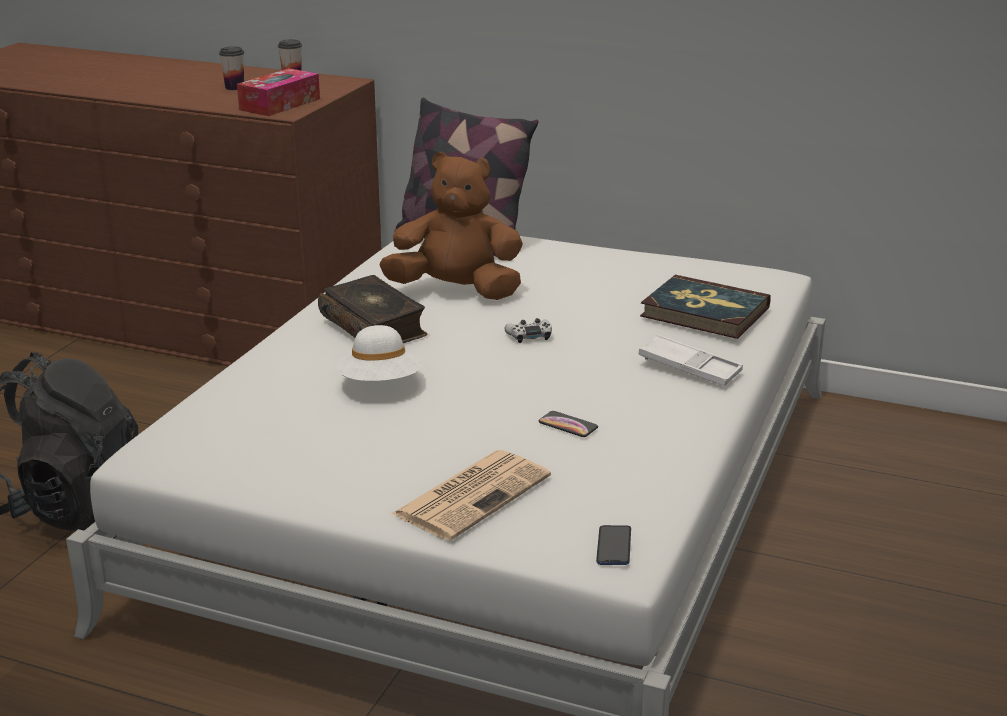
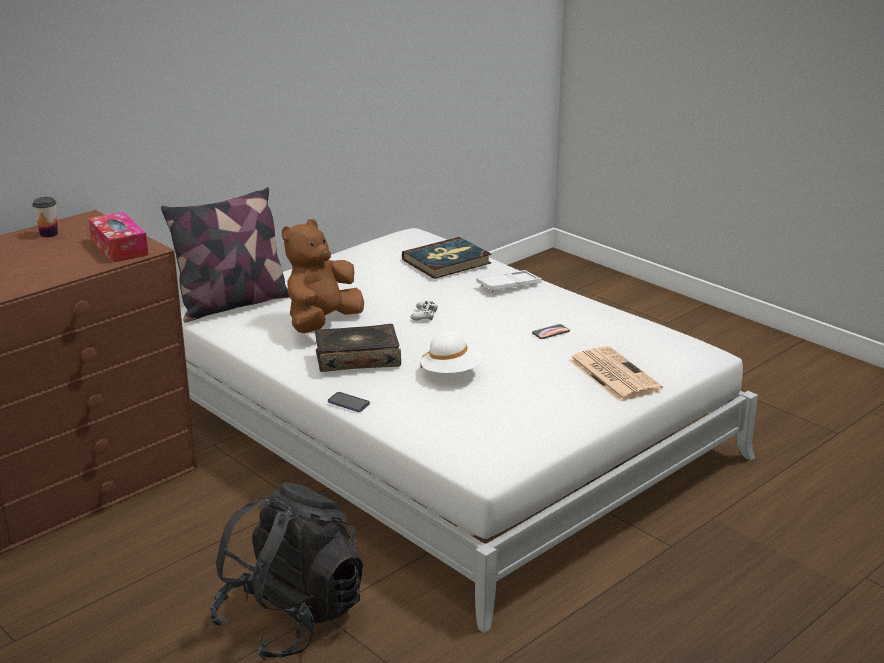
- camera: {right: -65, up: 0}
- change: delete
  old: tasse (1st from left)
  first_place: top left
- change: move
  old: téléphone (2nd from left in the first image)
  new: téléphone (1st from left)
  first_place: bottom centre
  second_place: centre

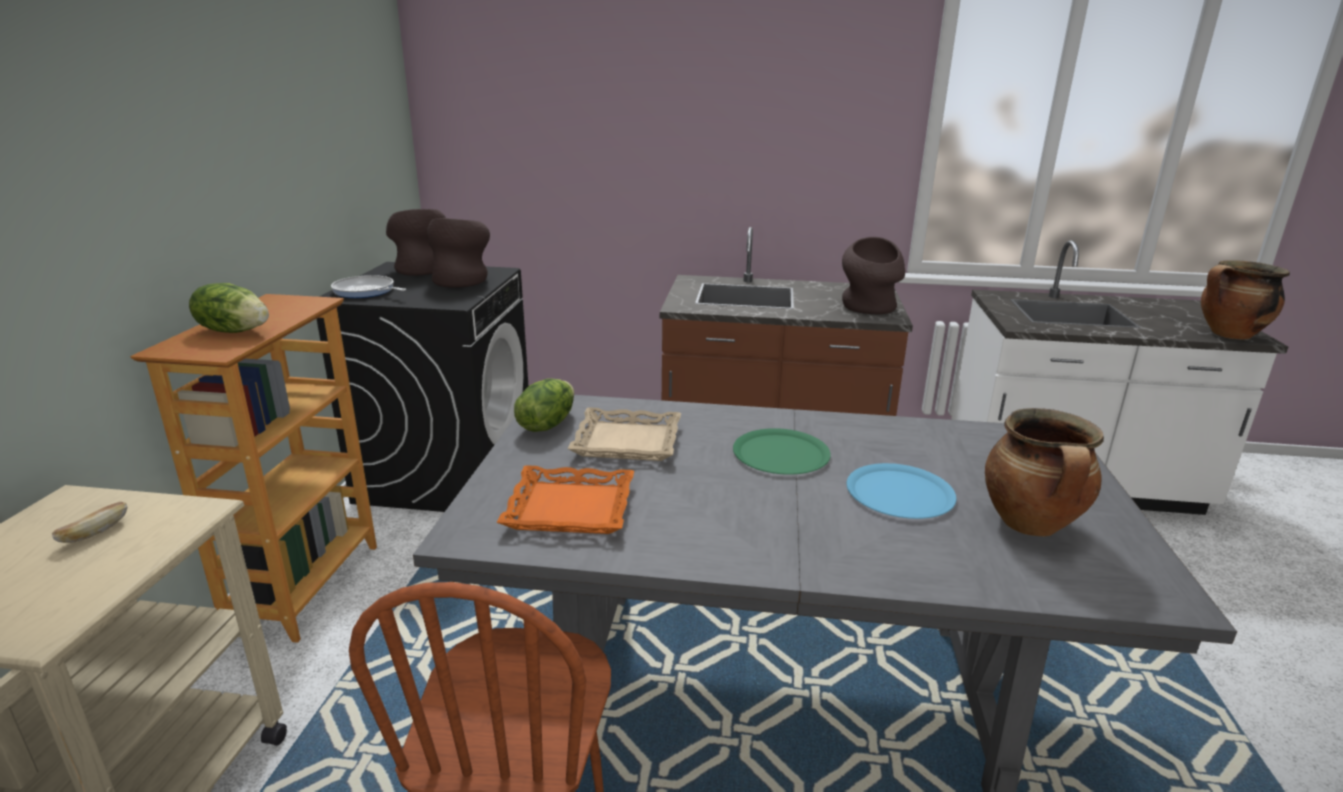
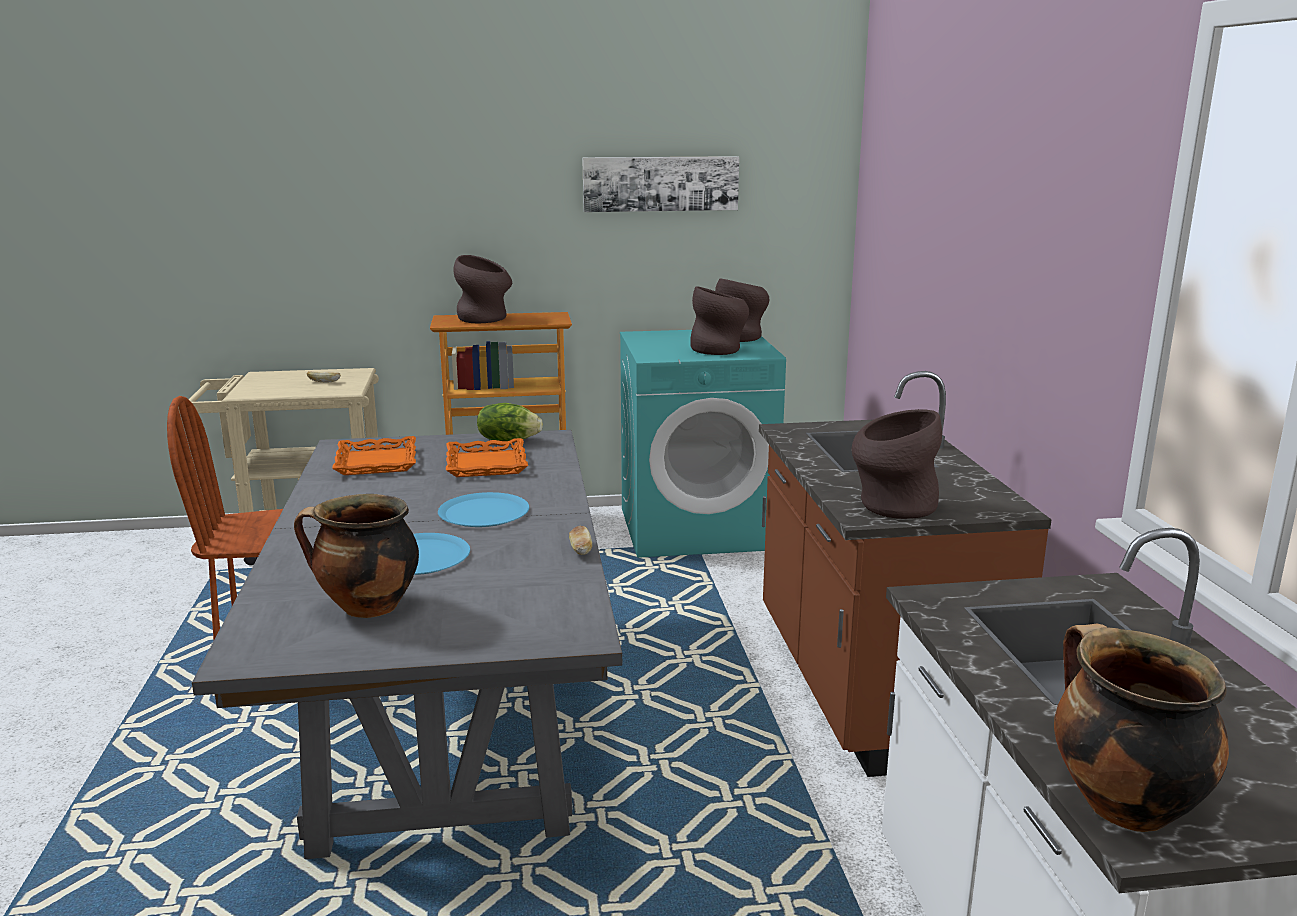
- camera: {right: 75, up: -5}
- change: recolor
  old: lave-linge (noir)
  new: lave-linge (turquoise)
  first_place: middle left
  second_place: centre
- change: delete
  old: poêle
  first_place: middle left
- change: replace
  old: laitue (1st from left)
  new: vase (marron) (1st from left)
  first_place: middle left
  second_place: top centre
- change: recolor
  old: plateau (beige)
  new: plateau (orange) (2nd from left)
  first_place: centre
  second_place: centre
- change: recolor
  old: assiette (vert)
  new: assiette (bleu) (2nd from left)
  first_place: centre
  second_place: centre
- change: insert
  new: tableau
  second_place: top centre
- change: insert
  new: pain (2nd from left)
  second_place: centre

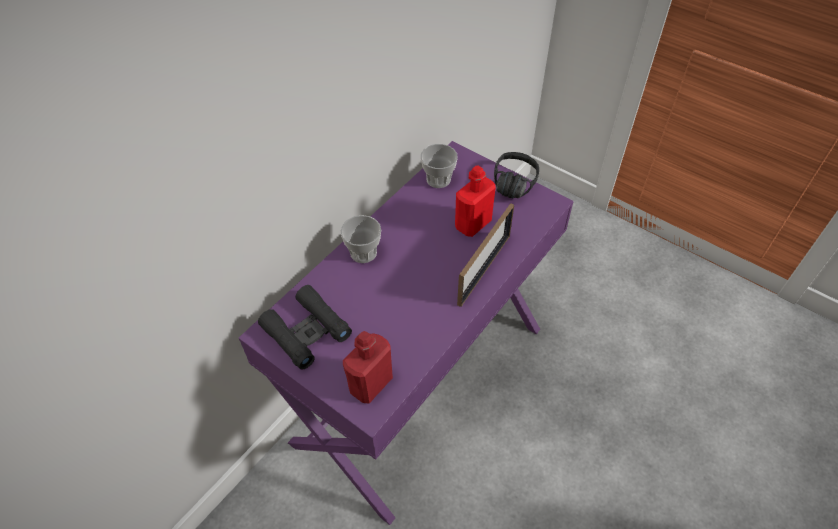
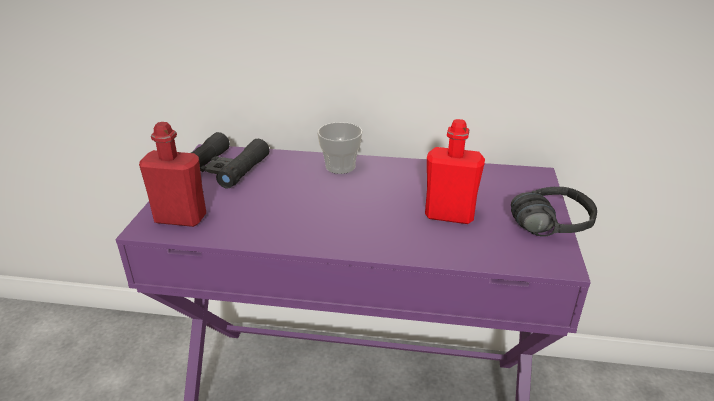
- camera: {right: 60, up: -20}
- change: delete
  old: tasse (2nd from left)
  first_place: top centre
- change: delete
  old: cadre photo
  first_place: centre

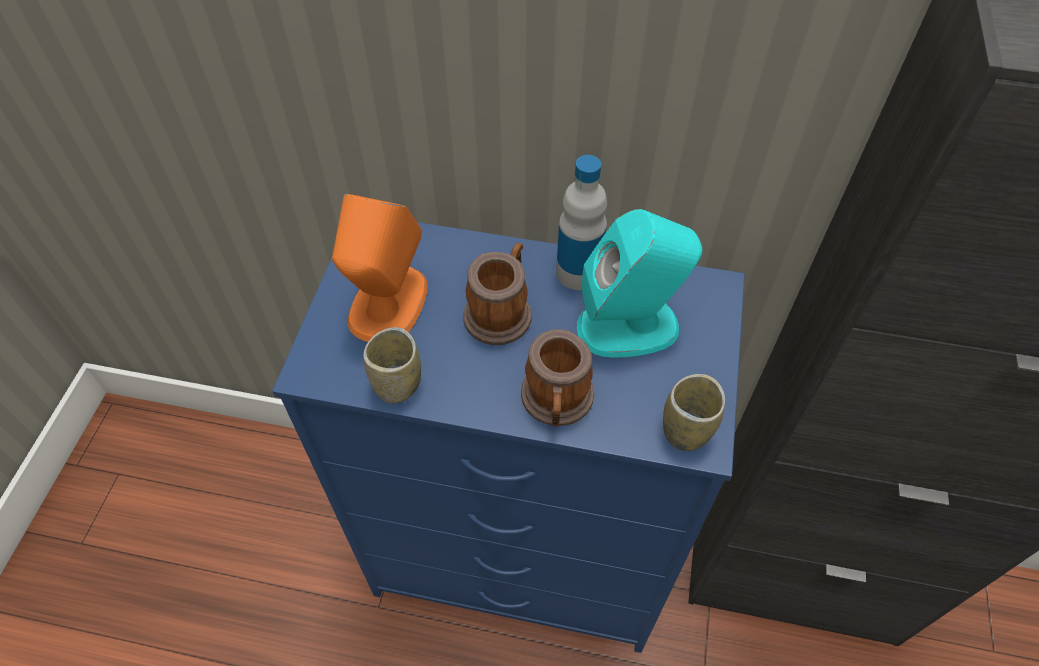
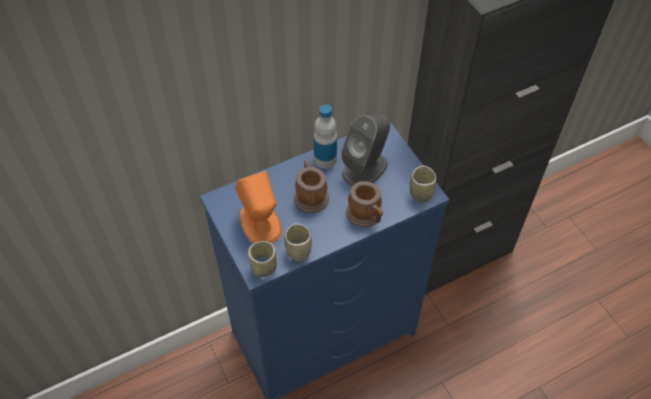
- camera: {right: -40, up: 0}
- change: recolor
  old: enceinte (turquoise)
  new: enceinte (gris)
  first_place: centre
  second_place: centre
- change: insert
  new: tasse (1st from left)
  second_place: centre

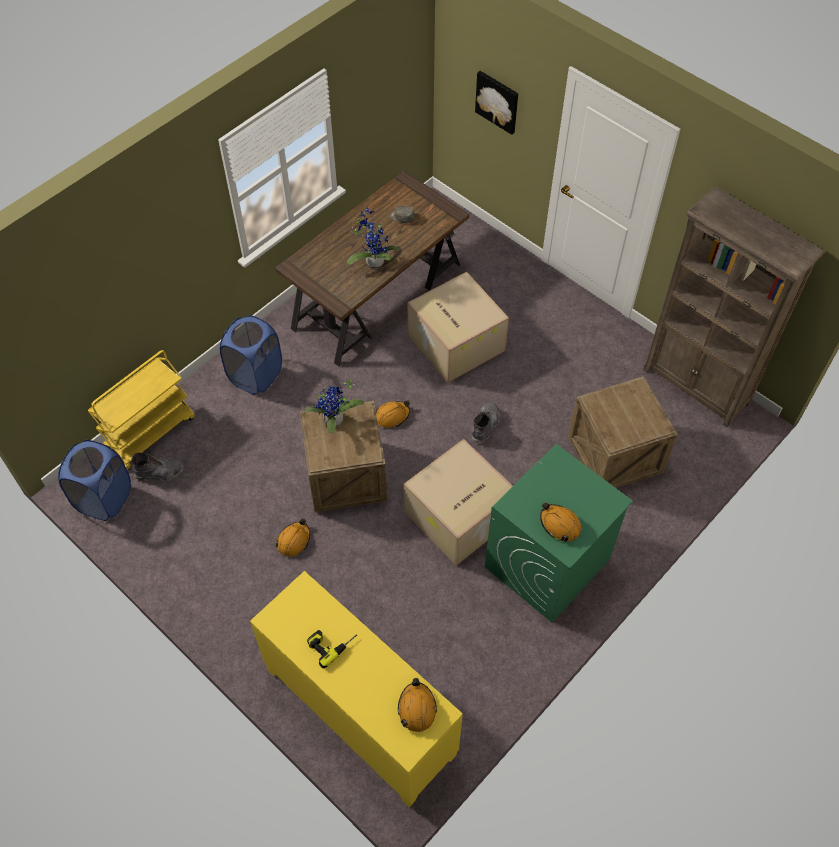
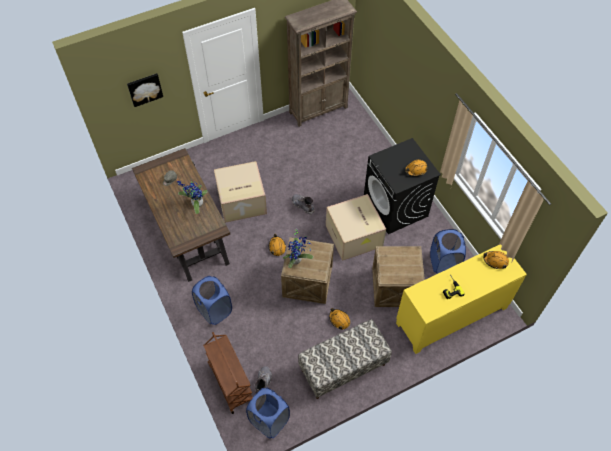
- camera: {right: -70, up: 0}
- change: recolor
  old: chariot (jaune)
  new: chariot (marron)
  first_place: middle left
  second_place: bottom centre
- change: move
  old: caisse (2nd from left)
  first_place: middle right
  second_place: centre
- change: recolor
  old: lave-linge (vert)
  new: lave-linge (noir)
  first_place: centre
  second_place: centre
- change: insert
  new: panier à linge (bleu) (3rd from left)
  second_place: middle right
- change: insert
  new: banc
  second_place: bottom centre

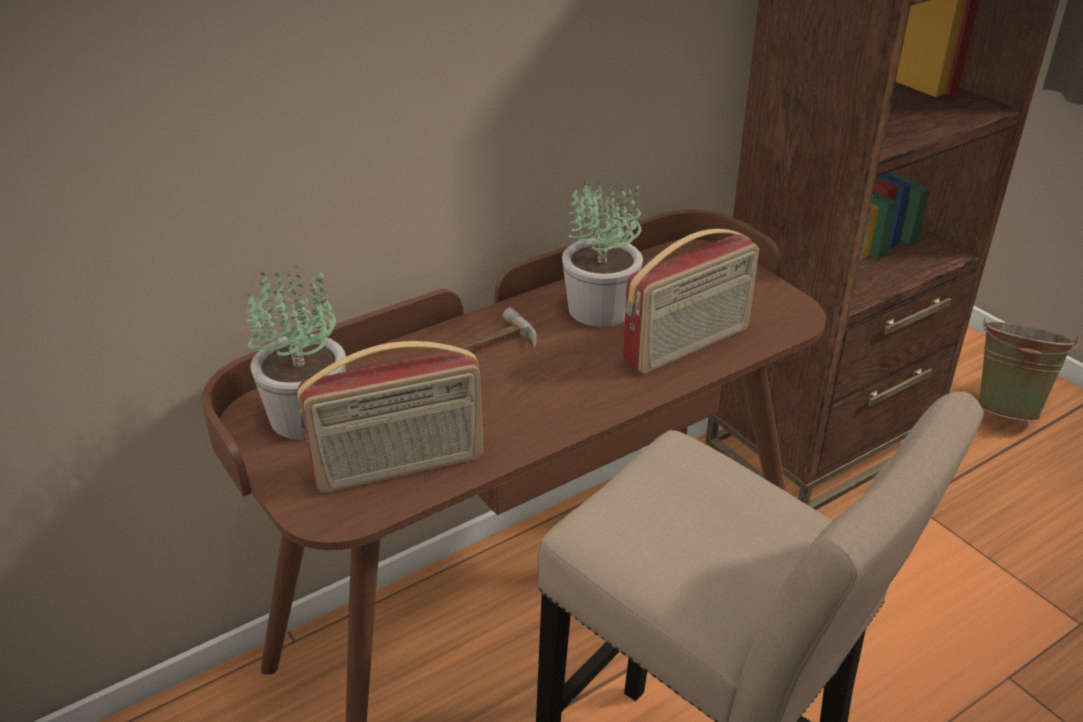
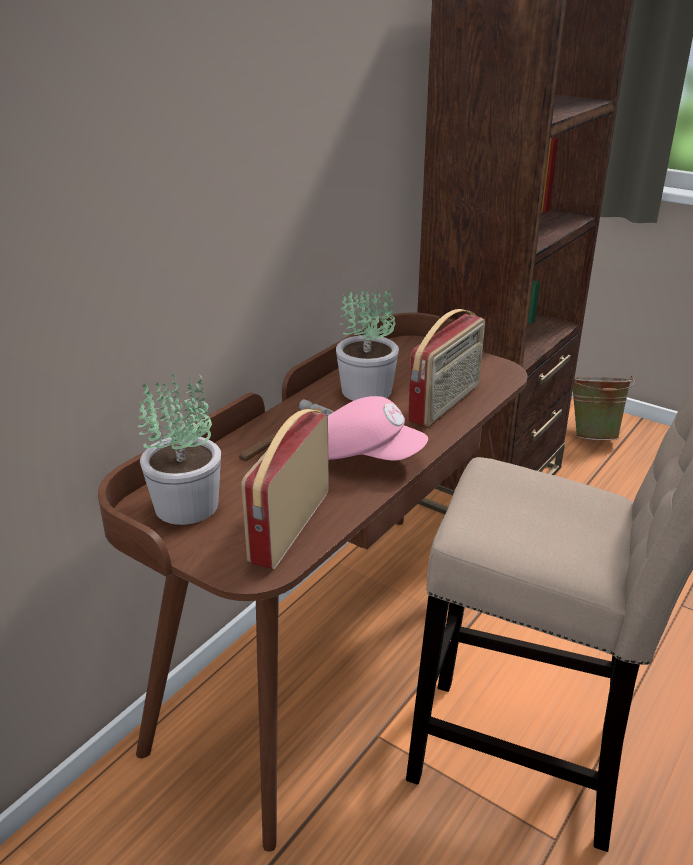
- camera: {right: -20, up: -5}
- change: rotate
  old: radio (1st from left)
  first_place: centre
  second_place: centre
  degrees: 150
- change: insert
  new: casquette (rose)
  second_place: centre

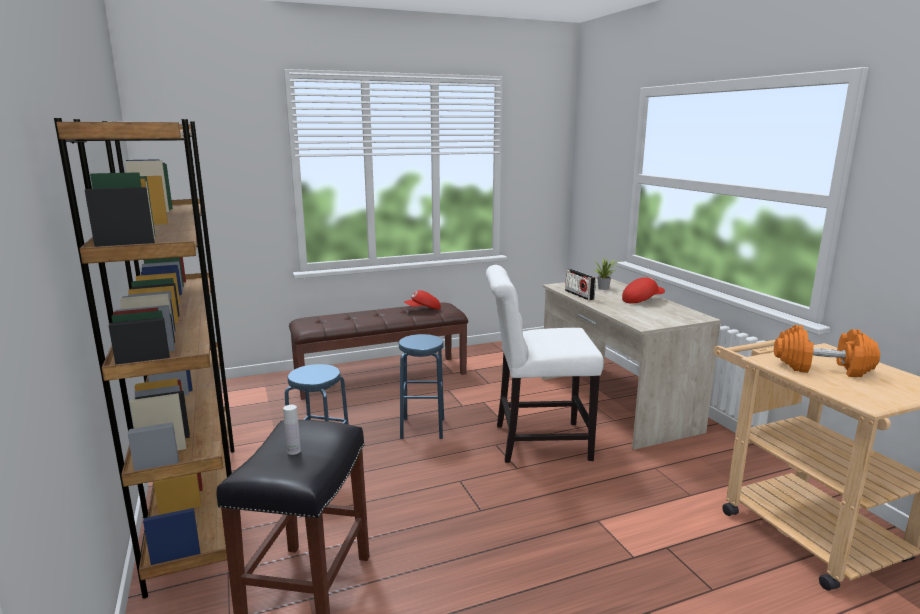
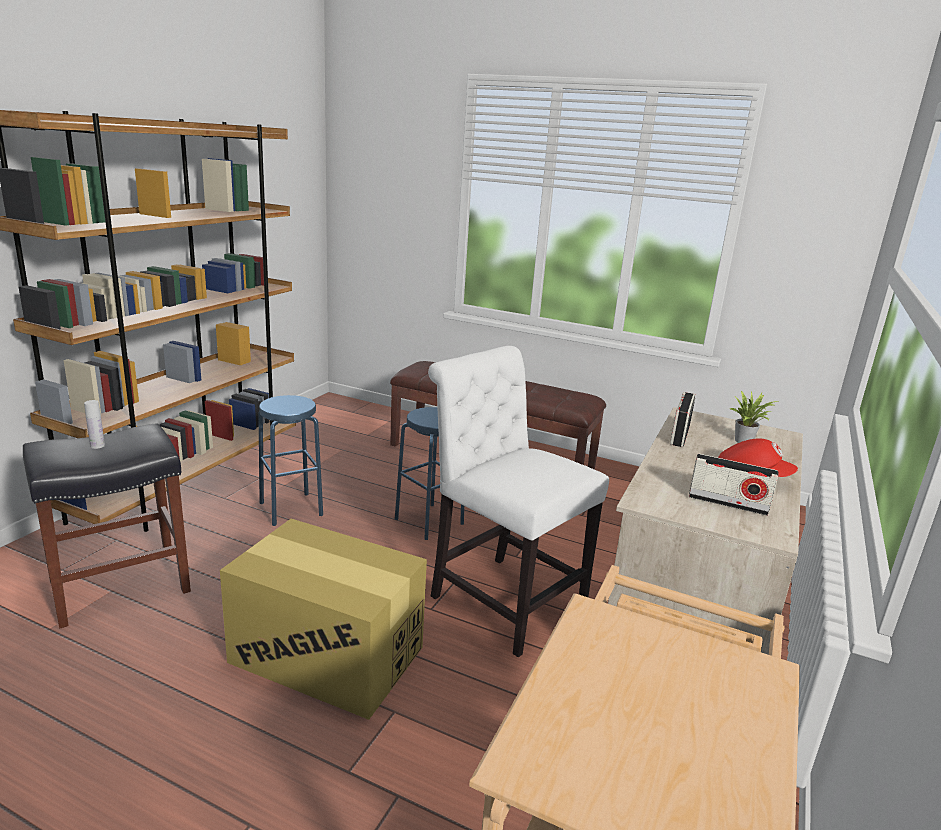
- camera: {right: 45, up: 5}
- change: delete
  old: casquette (rouge) (1st from left)
  first_place: centre
- change: delete
  old: haltère (orange)
  first_place: middle right
- change: insert
  new: radio (2nd from left)
  second_place: middle right
- change: insert
  new: carton
  second_place: bottom centre

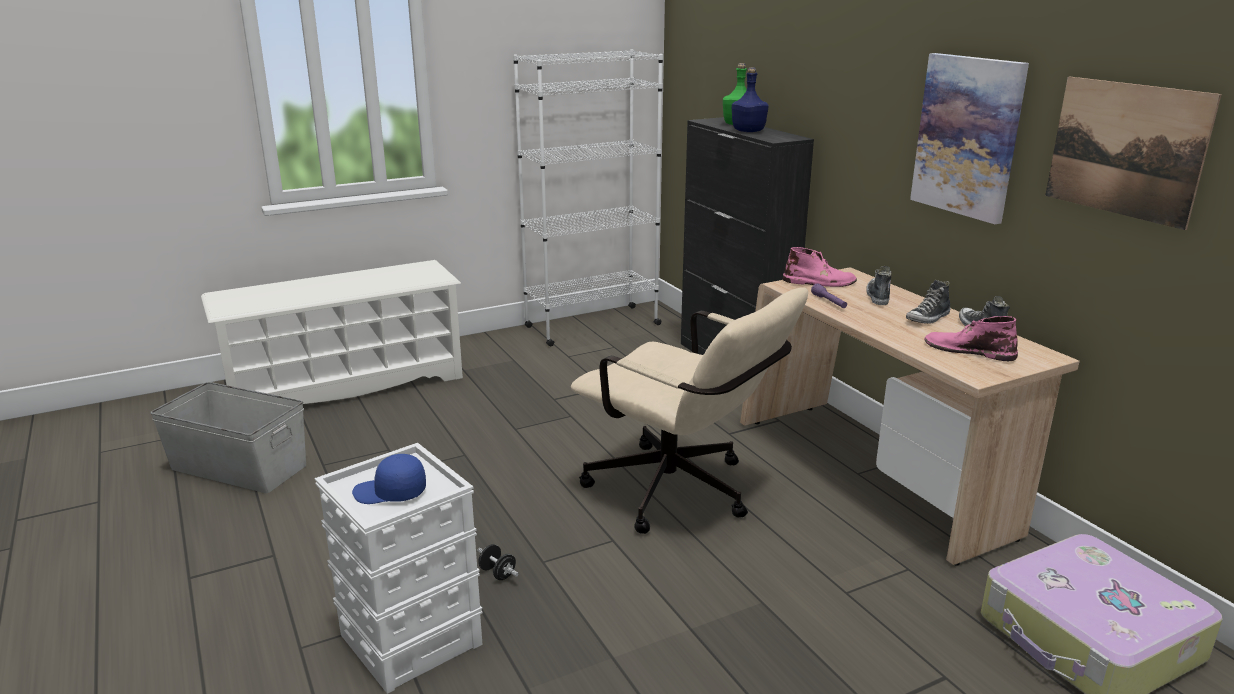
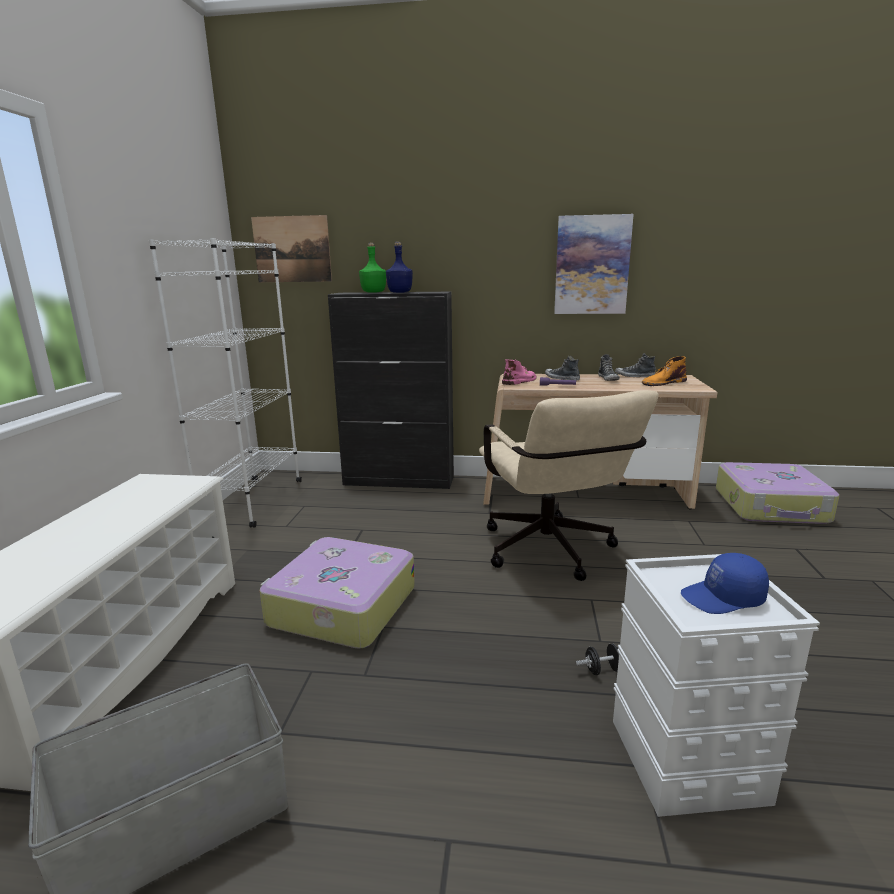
- camera: {right: -55, up: -5}
- change: move
  old: tableau (2nd from left in the first image)
  new: tableau (1st from left)
  first_place: top right
  second_place: top left
- change: rotate
  old: chaise de bureau (beige)
  first_place: centre
  second_place: centre
  degrees: 90
- change: recolor
  old: botte (rose) (2nd from left)
  new: botte (orange)
  first_place: middle right
  second_place: middle right
- change: rotate
  old: casquette (bleu)
  first_place: bottom left
  second_place: middle right
  degrees: 45
- change: insert
  new: valise (1st from left)
  second_place: centre

